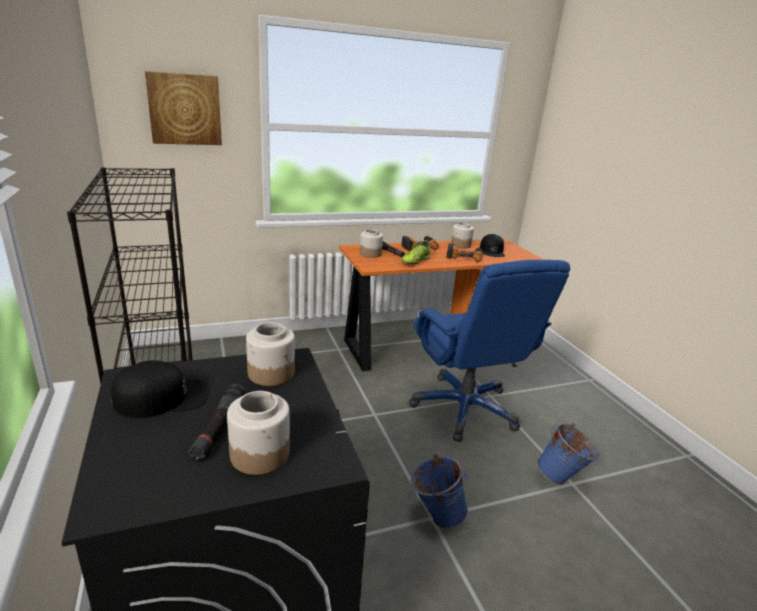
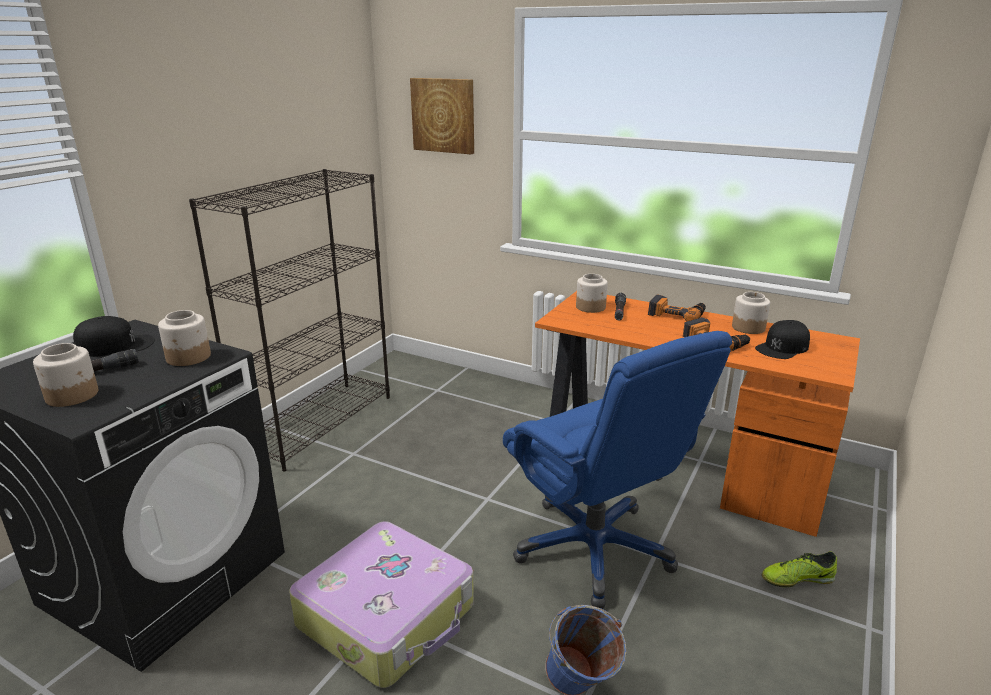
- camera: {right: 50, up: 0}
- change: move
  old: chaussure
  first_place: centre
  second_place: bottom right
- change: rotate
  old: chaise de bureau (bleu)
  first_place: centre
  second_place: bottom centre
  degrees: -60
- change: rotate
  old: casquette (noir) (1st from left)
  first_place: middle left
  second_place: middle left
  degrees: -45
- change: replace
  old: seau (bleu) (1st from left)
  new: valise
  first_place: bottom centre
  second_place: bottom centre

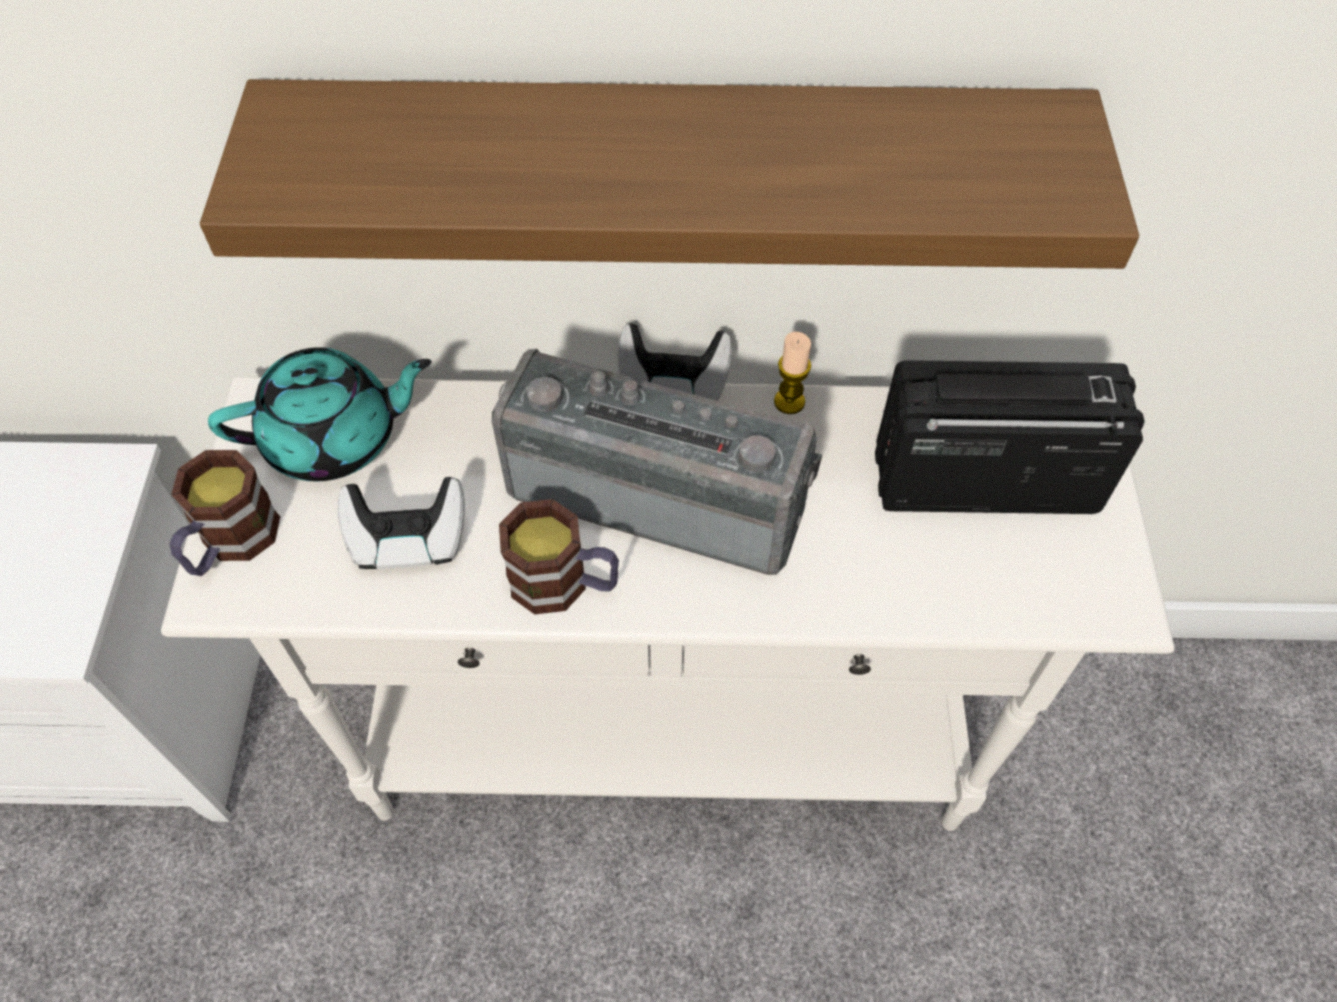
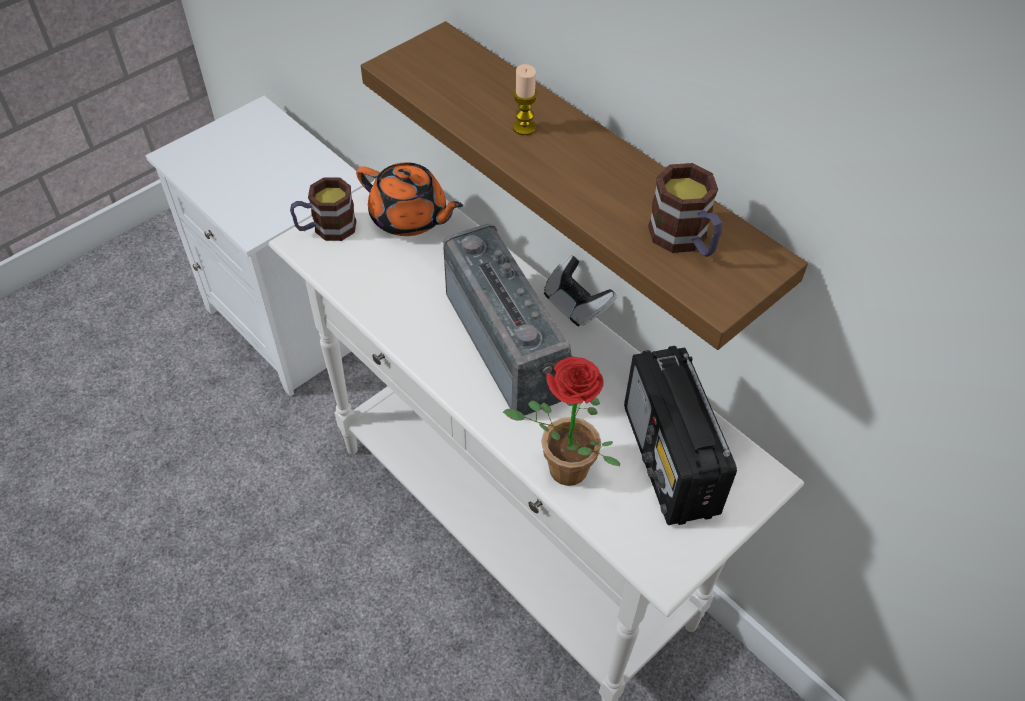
- camera: {right: 45, up: -5}
- change: move
  old: bougie
  first_place: centre
  second_place: top centre
- change: recolor
  old: théière (turquoise)
  new: théière (orange)
  first_place: middle left
  second_place: top centre
- change: rotate
  old: radio (2nd from left)
  first_place: middle right
  second_place: centre
  degrees: -150
- change: delete
  old: manette (1st from left)
  first_place: middle left
- change: move
  old: mug (2nd from left)
  first_place: centre
  second_place: top right
- change: insert
  new: plante en pot
  second_place: centre

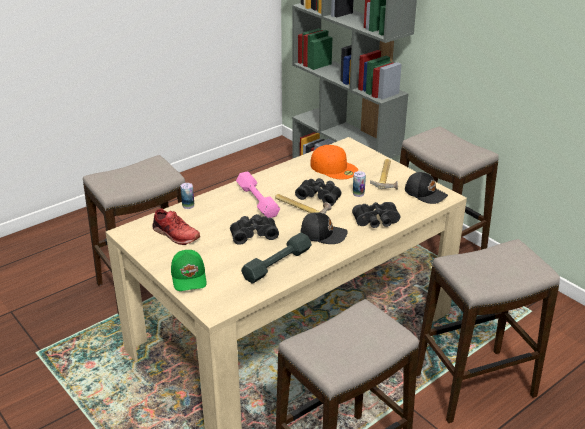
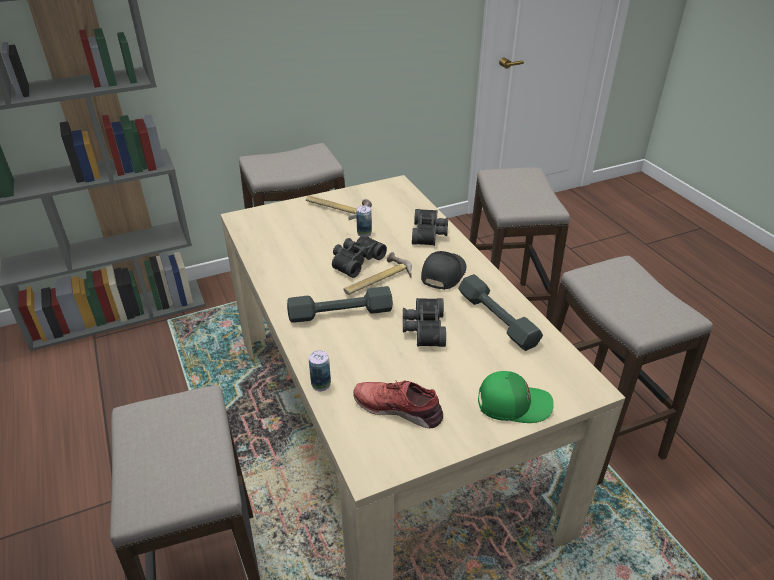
- camera: {right: -75, up: 5}
- change: delete
  old: casquette (orange)
  first_place: centre
- change: recolor
  old: haltère (rose)
  new: haltère (gris) (1st from left)
  first_place: centre
  second_place: centre
- change: delete
  old: casquette (noir) (2nd from left)
  first_place: middle right
- change: rotate
  old: chaussure (rouge)
  first_place: middle left
  second_place: bottom centre
  degrees: -120

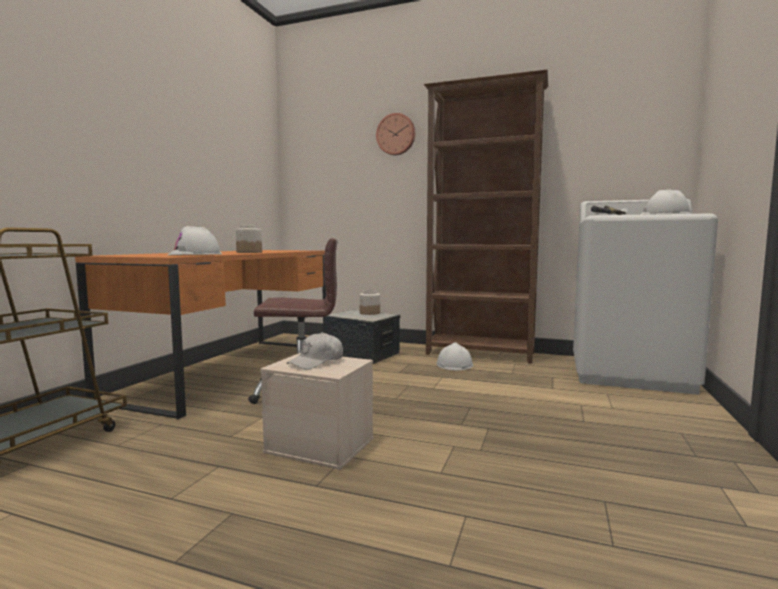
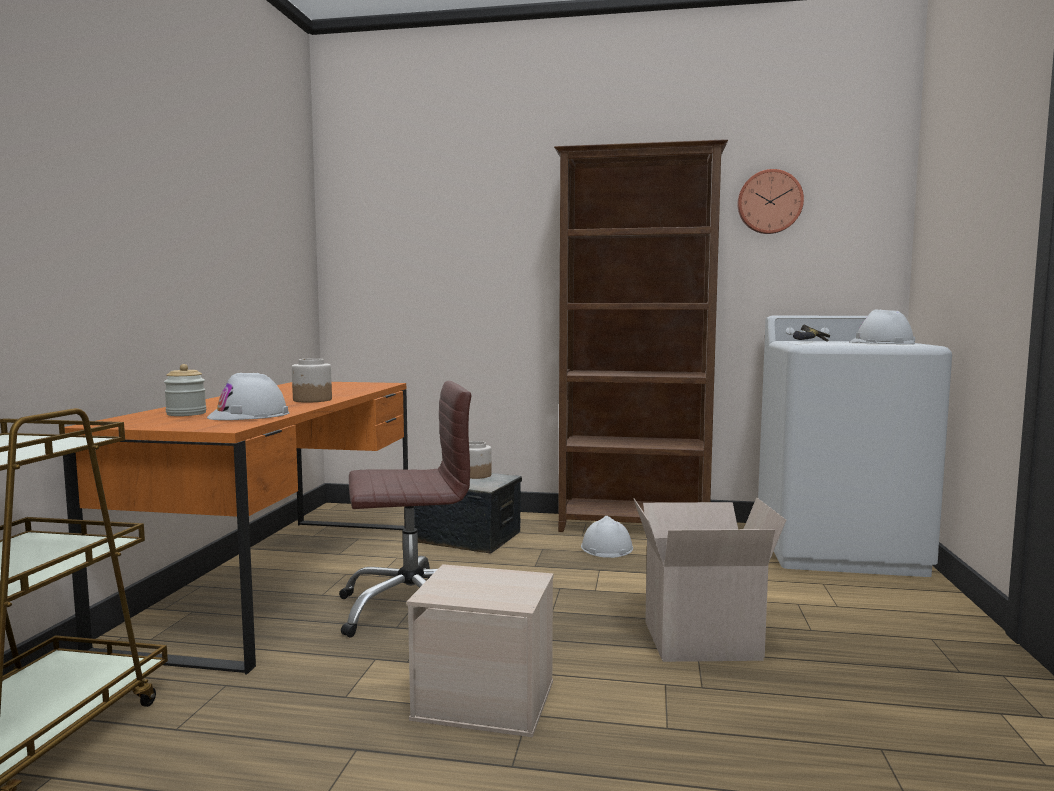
- camera: {right: -10, up: 0}
- change: move
  old: horloge murale
  first_place: top centre
  second_place: top right
- change: delete
  old: casquette (blanc)
  first_place: centre
- change: insert
  new: bocal (1st from left)
  second_place: middle left
- change: insert
  new: carton
  second_place: bottom right

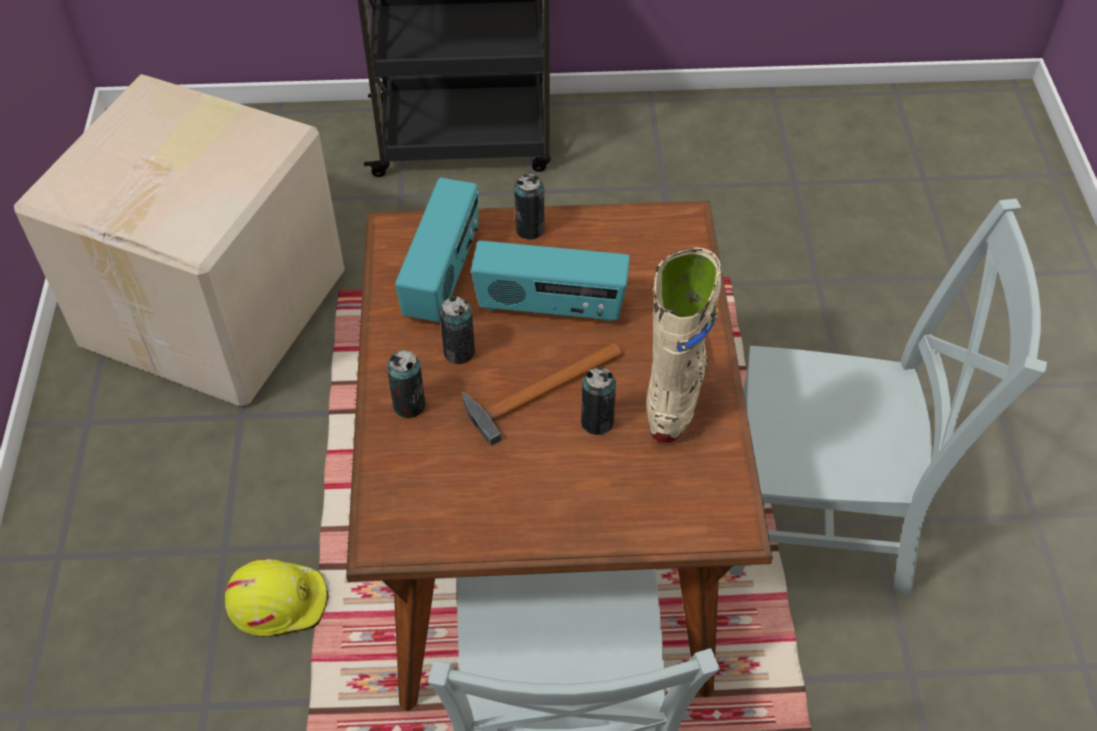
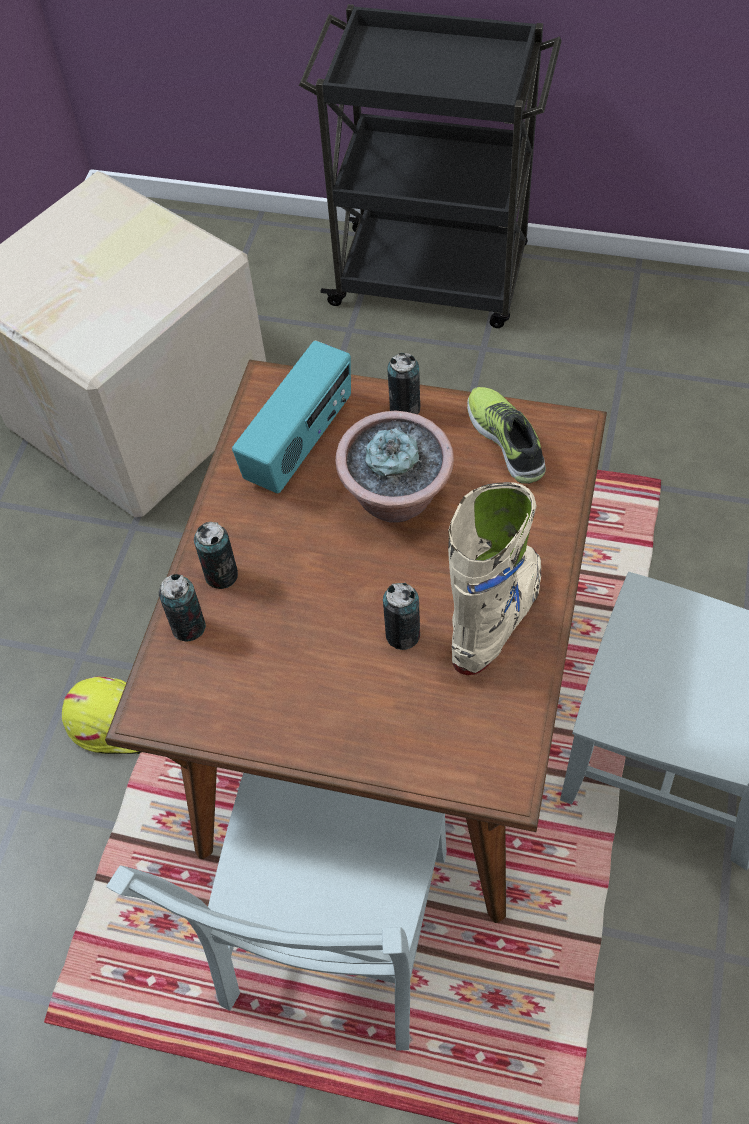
- camera: {right: 20, up: 5}
- change: replace
  old: radio (2nd from left)
  new: plante en pot
  first_place: centre
  second_place: centre
- change: move
  old: boîte métallique (2nd from left in the first image)
  new: boîte métallique (1st from left)
  first_place: centre
  second_place: middle left
- change: delete
  old: marteau
  first_place: centre
- change: insert
  new: chaussure
  second_place: middle right

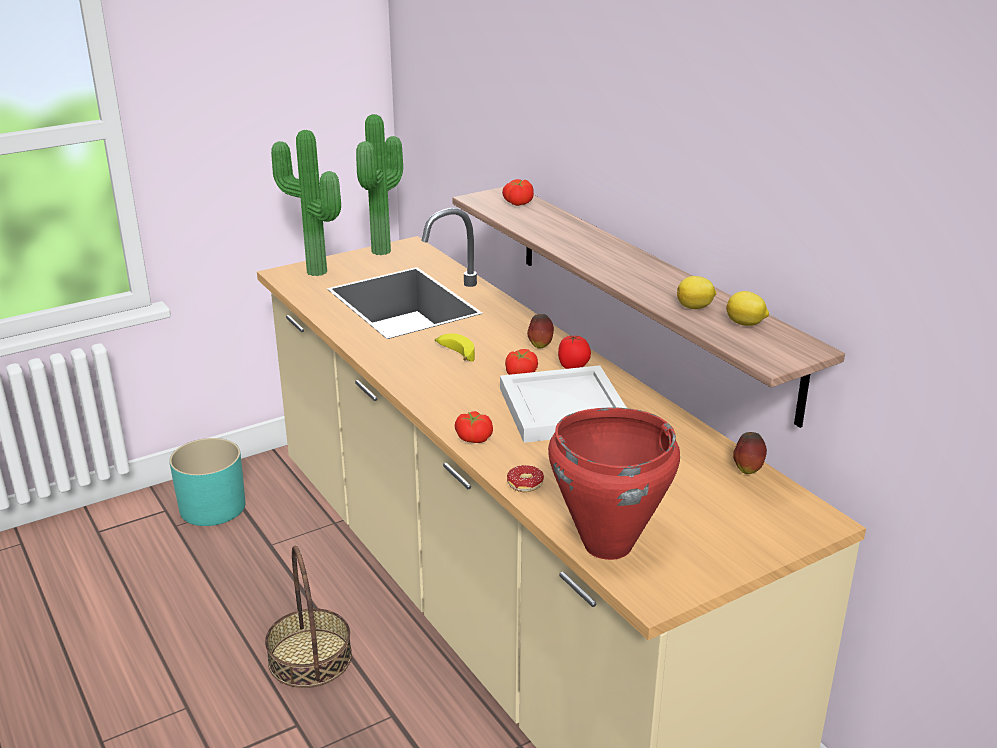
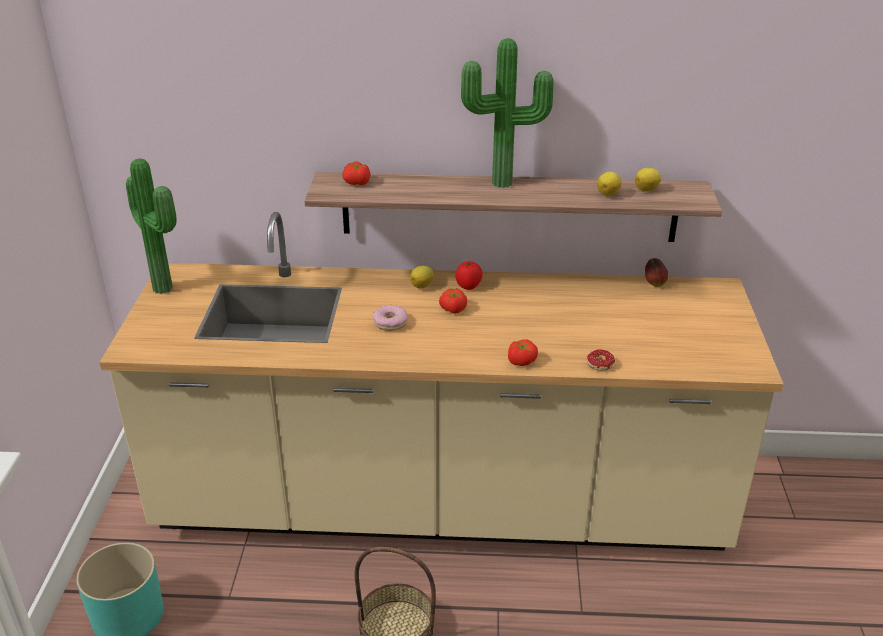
- camera: {right: -55, up: 5}
- change: move
  old: plante en pot (1st from left in the first image)
  new: plante en pot (2nd from left)
  first_place: top left
  second_place: top centre
- change: replace
  old: pomme (1st from left)
  new: citron (1st from left)
  first_place: centre
  second_place: centre
- change: replace
  old: banane
  new: beignet (1st from left)
  first_place: centre
  second_place: centre
- change: delete
  old: plateau (blanc)
  first_place: centre
- change: delete
  old: marmite (rouge)
  first_place: centre

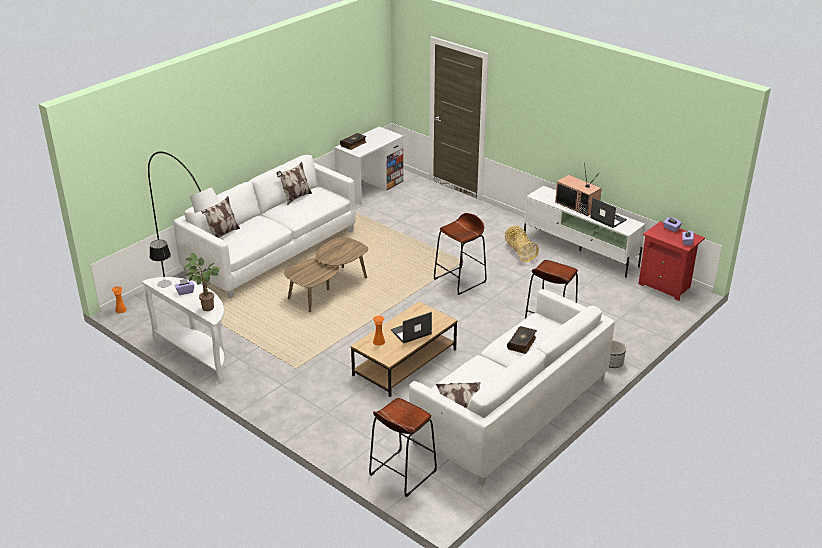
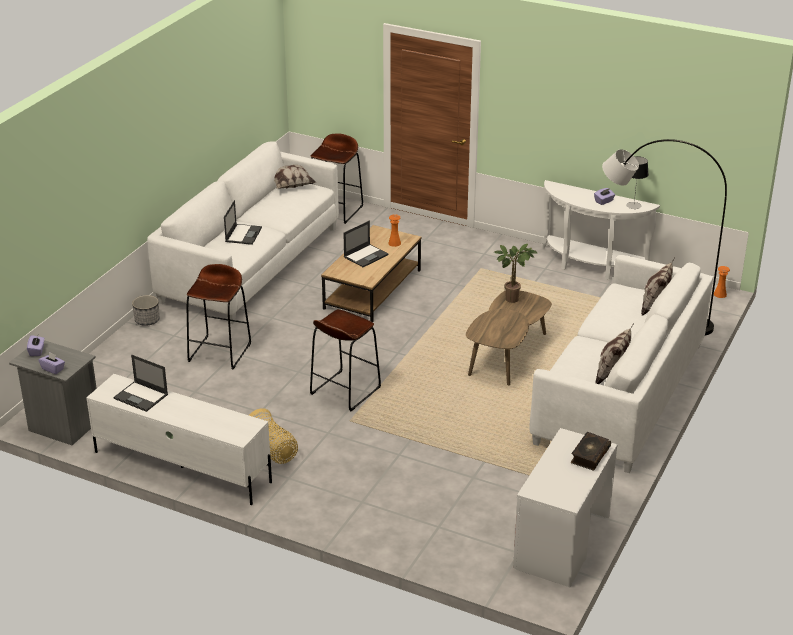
- camera: {right: 165, up: 0}
- change: delete
  old: téléviseur
  first_place: middle right
- change: recolor
  old: table de chevet (rouge)
  new: table de chevet (gris)
  first_place: middle right
  second_place: middle left
- change: move
  old: plante en pot
  first_place: middle left
  second_place: centre
- change: replace
  old: livre (2nd from left)
  new: ordinateur portable (2nd from left)
  first_place: centre
  second_place: middle left

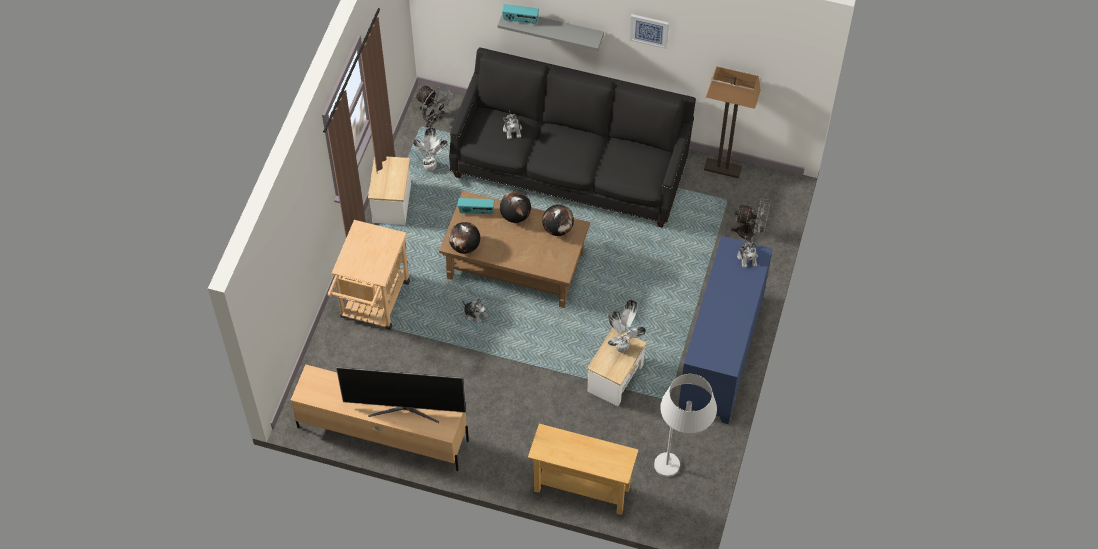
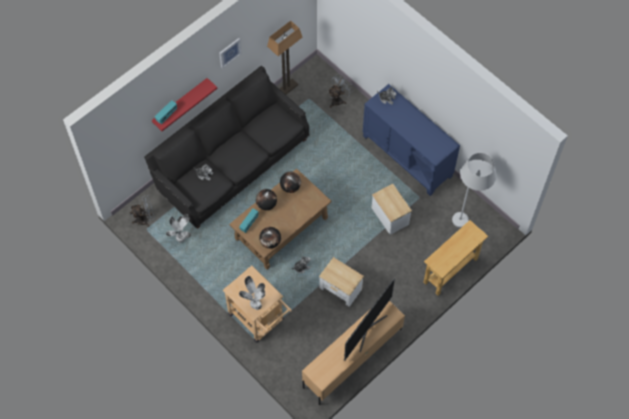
- camera: {right: -60, up: 5}
- change: recolor
  old: étagère (gris)
  new: étagère (rouge)
  first_place: top centre
  second_place: top left
- change: move
  old: table d'appoint (1st from left)
  first_place: centre
  second_place: bottom centre
- change: move
  old: plante en pot (2nd from left)
  first_place: centre
  second_place: bottom centre

